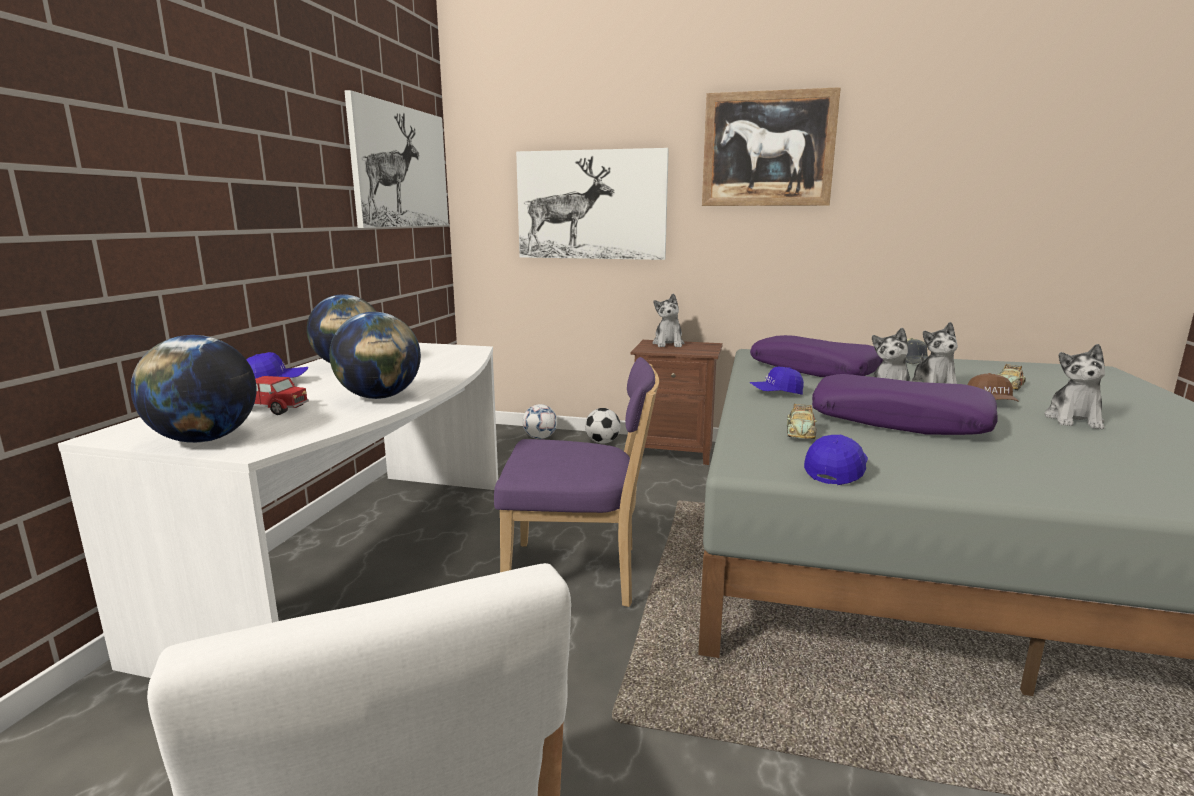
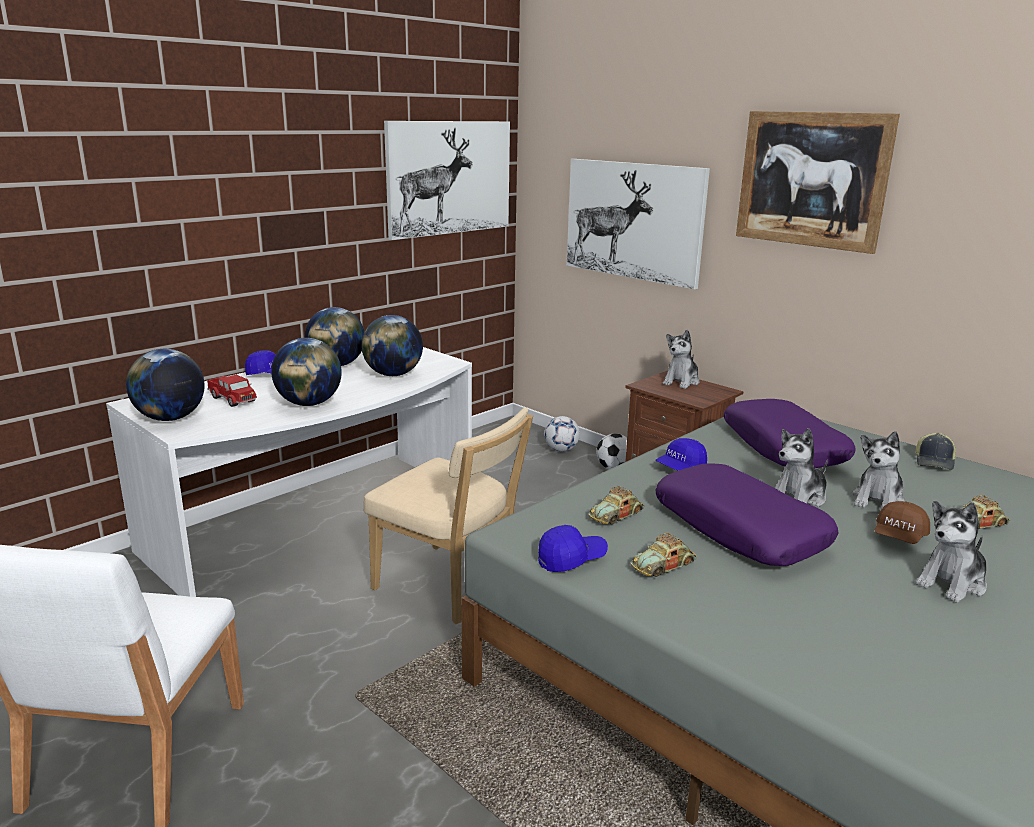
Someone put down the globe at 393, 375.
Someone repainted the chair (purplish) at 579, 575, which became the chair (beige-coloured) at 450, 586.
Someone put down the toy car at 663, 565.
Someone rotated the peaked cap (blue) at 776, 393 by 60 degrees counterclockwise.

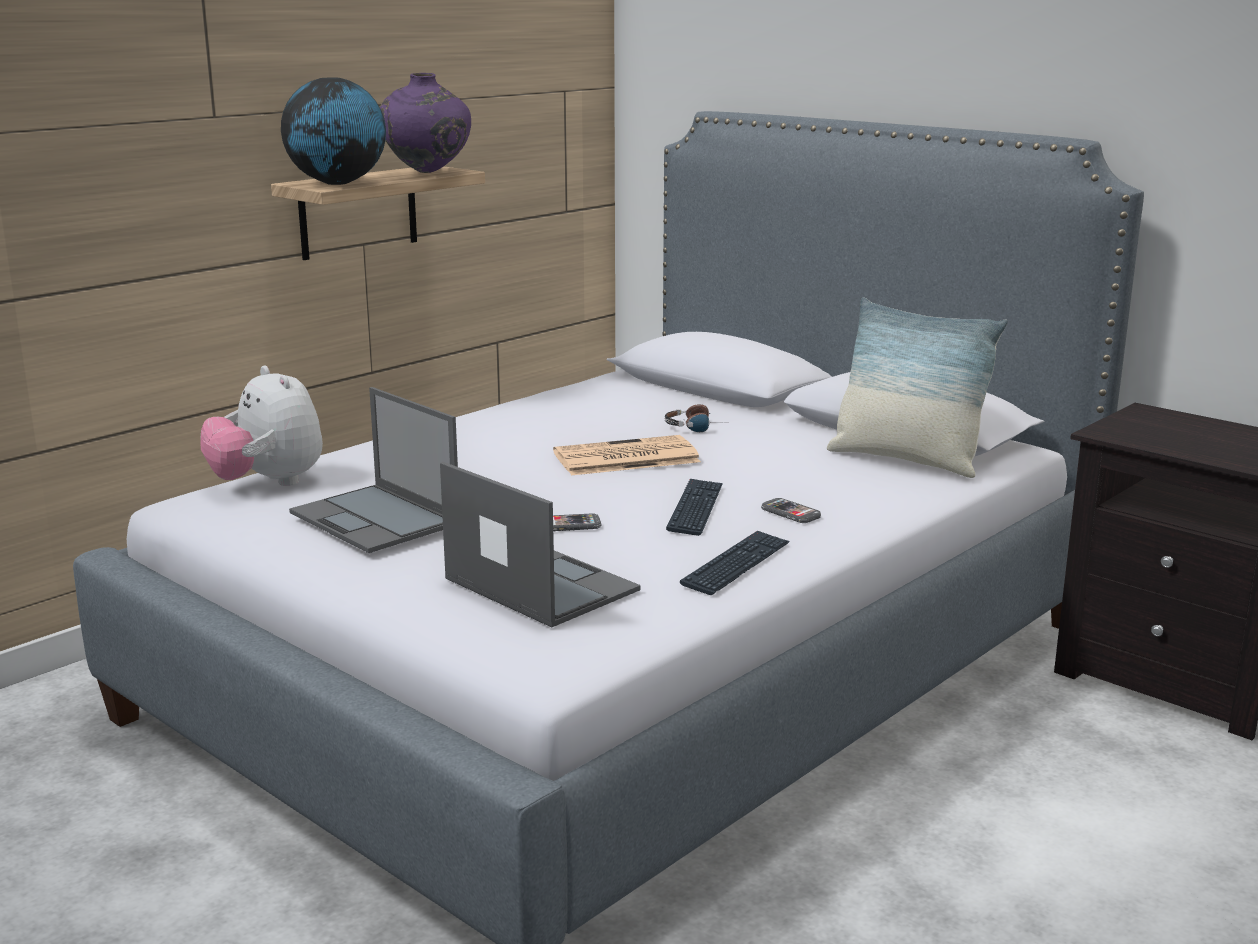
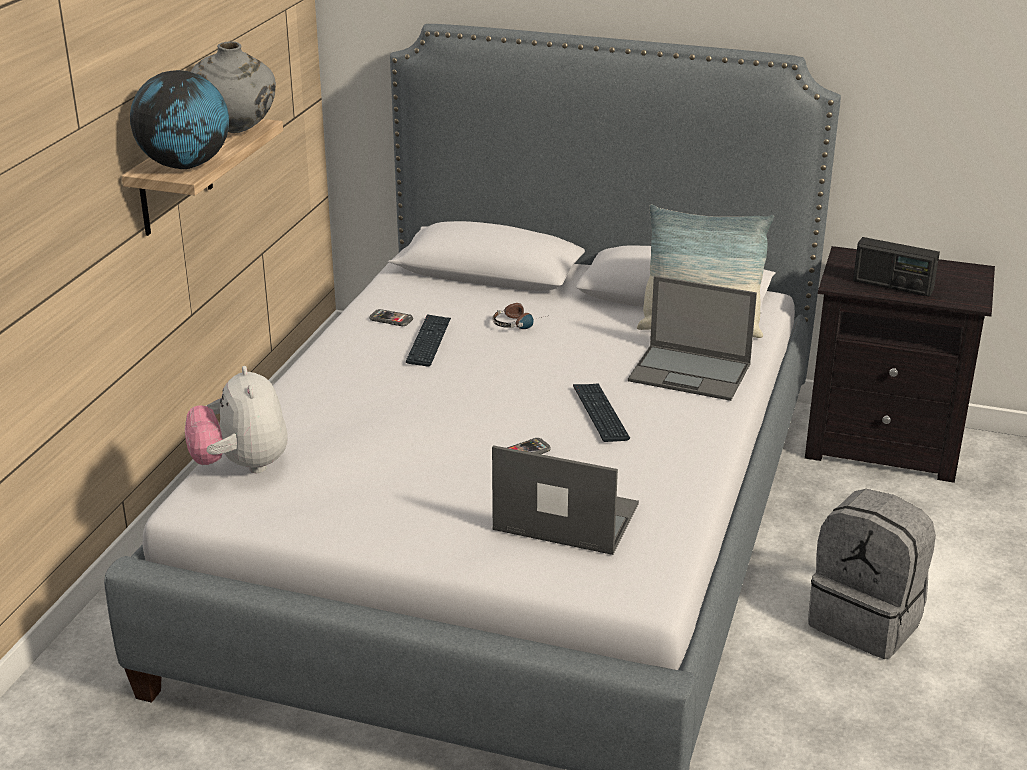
Someone rotated the plush toy at 268, 483 by 45 degrees clockwise.
Someone repainted the flower vase (purplish) at 428, 173, which became the flower vase (grey) at 237, 132.
Someone carried the phone from 790, 513 to 391, 319.
Someone carried the PC keyboard from 736, 565 to 429, 341.
Someone carried the laptop from 376, 519 to 691, 373.
Someone put down the knapsack (grey) at 867, 621.
Someone put down the radio at 892, 285.
Someone took away the daily paper at 624, 458.

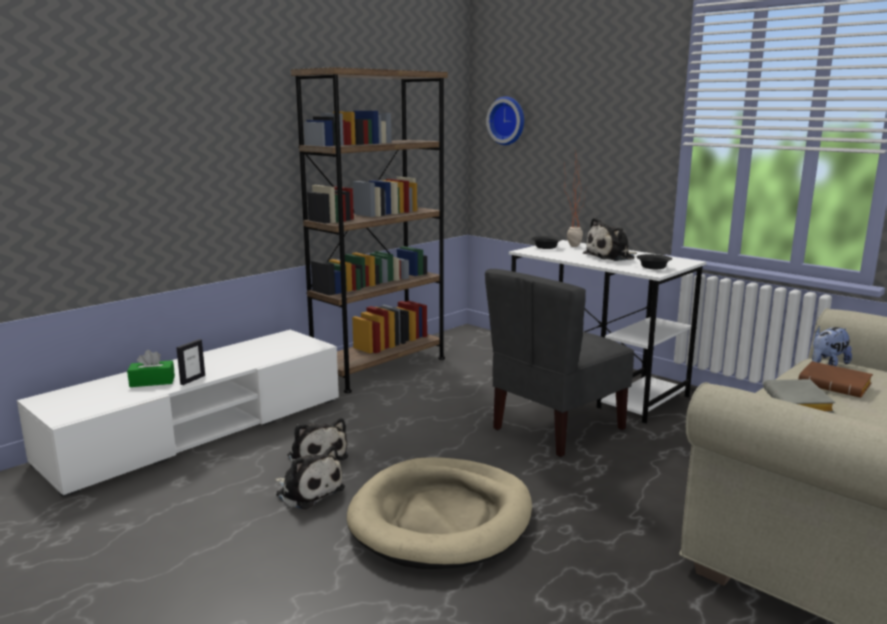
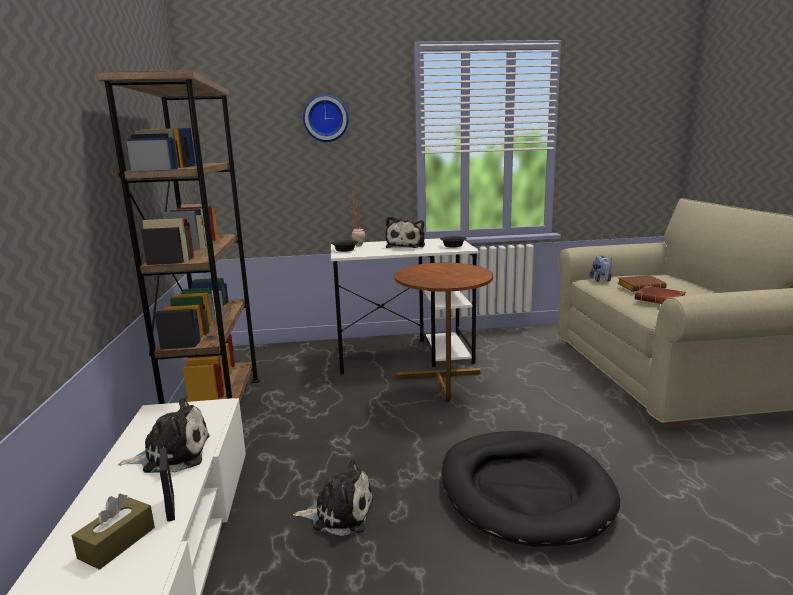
Someone repainted the box of tissues (green) at 152, 381, which became the box of tissues (brownish) at 117, 543.
Someone carried the plush toy from 308, 491 to 172, 454.
Someone carried the wall clock from 508, 120 to 325, 118.
Someone swapped the chair (grey) at 556, 429 for the accent table (brownish) at 443, 391.
Someone repainted the dog cushion (beige-coloured) at 442, 518, which became the dog cushion (black-coloured) at 524, 490.
Someone repainted the bound book (grey) at 799, 403, which became the bound book (brownish) at 661, 300.

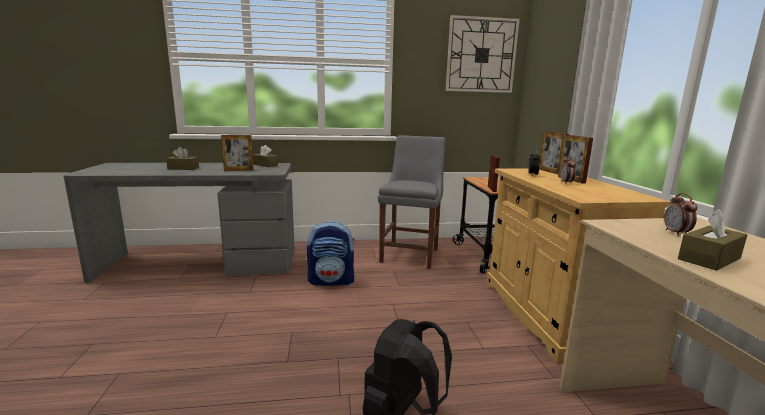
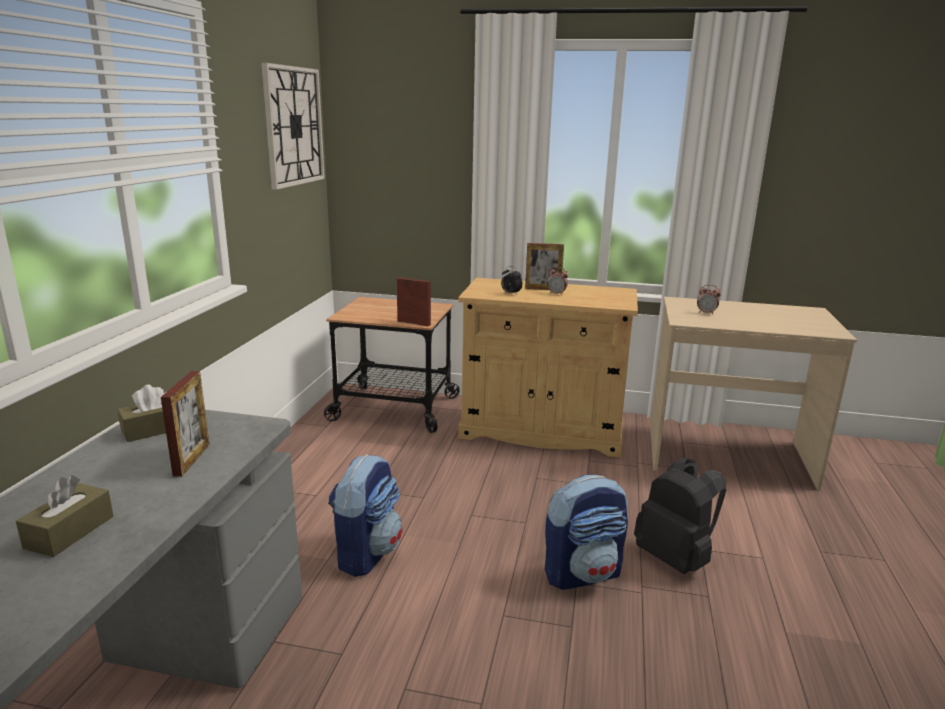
Someone put down the knapsack at 583, 573.
Someone took away the chair (grey) at 411, 254.
Someone took away the photo frame at 550, 172.
Someone took away the box of tissues (brownish) at 709, 259.

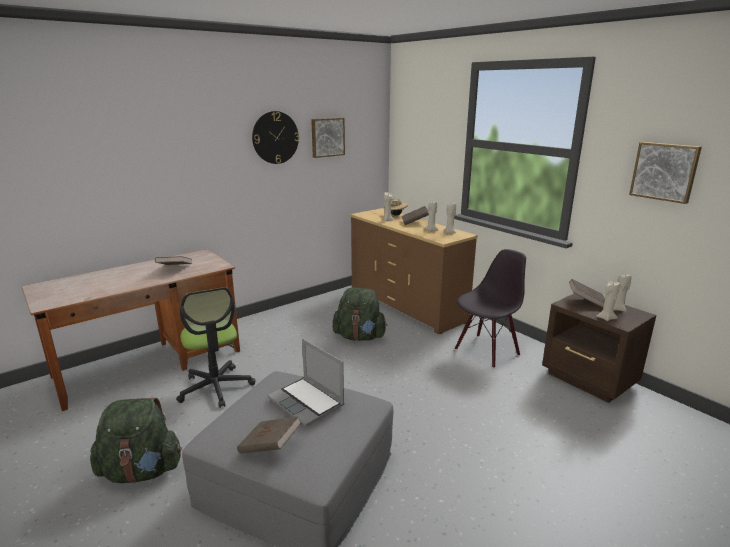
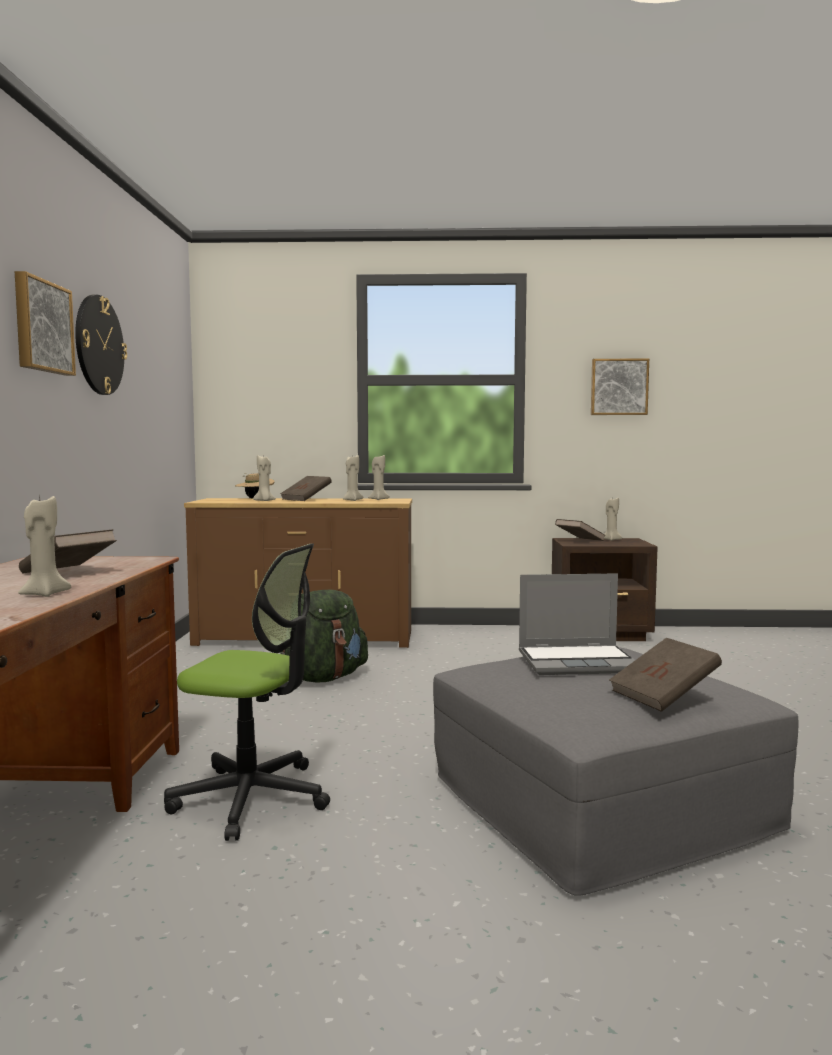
Someone carried the wall picture from 327, 137 to 41, 326.
Someone carried the wax candle (beige-coloured) from 606, 318 to 44, 594.
Someone took away the knapsack (green) at 141, 471.
Someone took away the chair (black-coloured) at 486, 351.

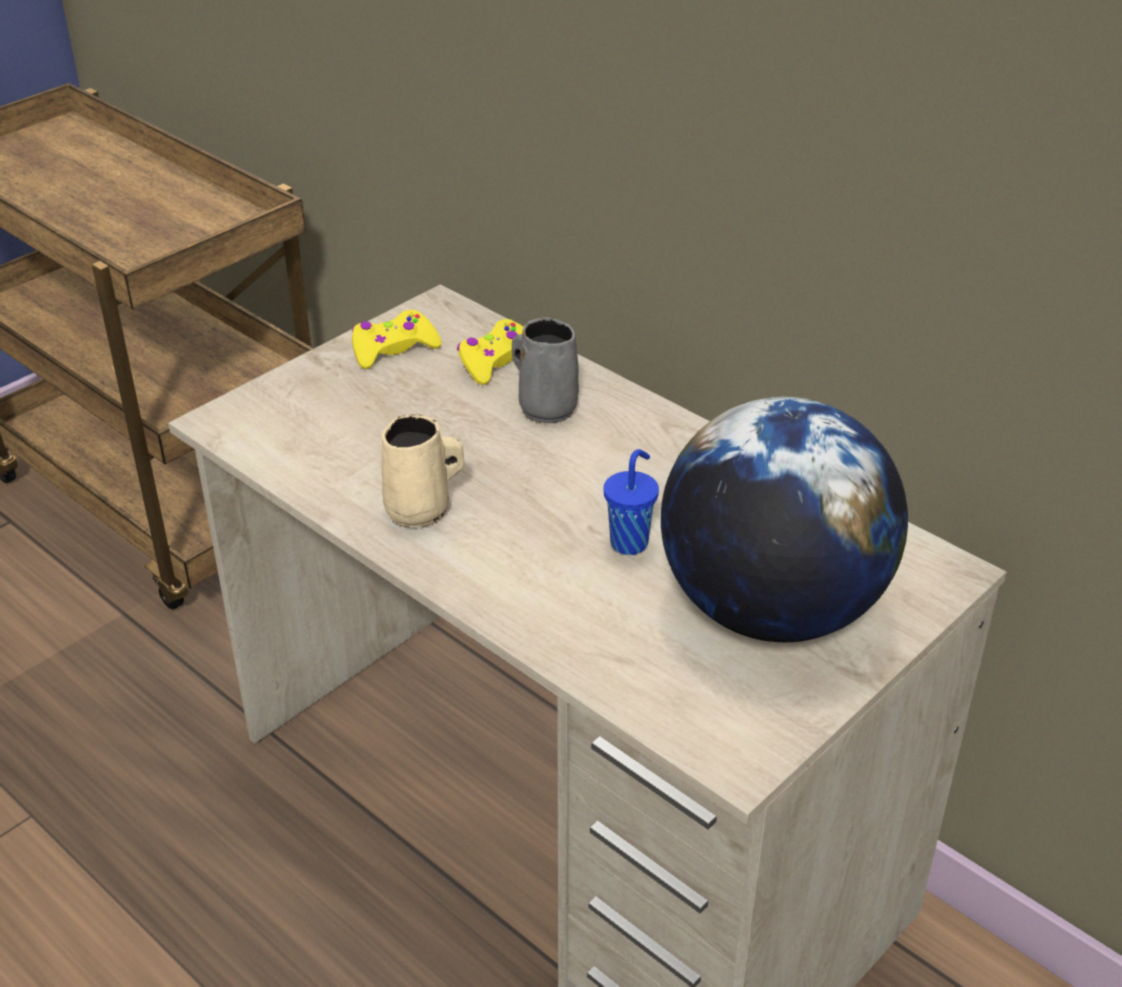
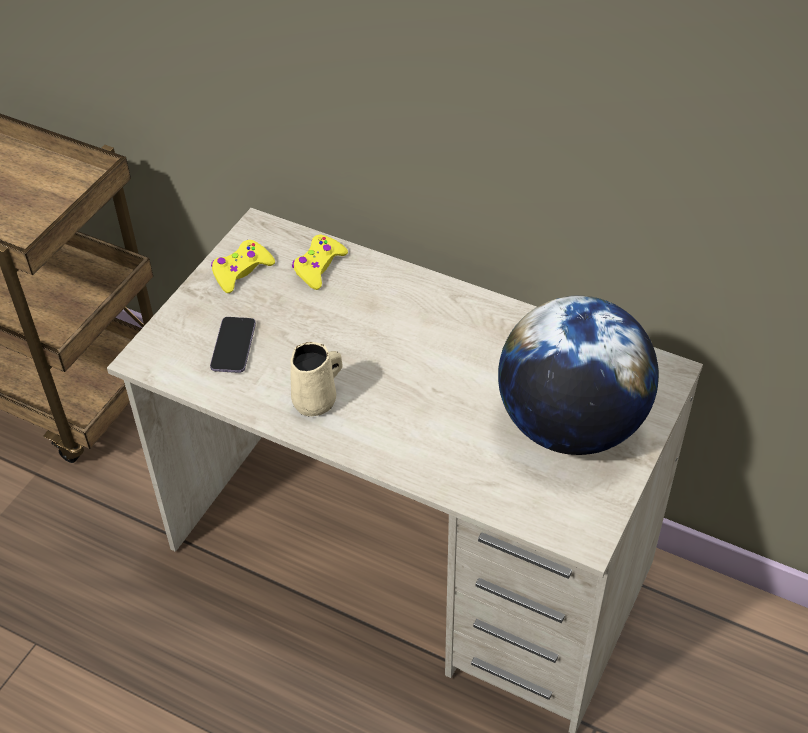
Someone put down the phone at 233, 346.
Someone took away the mug (grey) at 545, 407.
Someone took away the small cup (blue) at 630, 542.

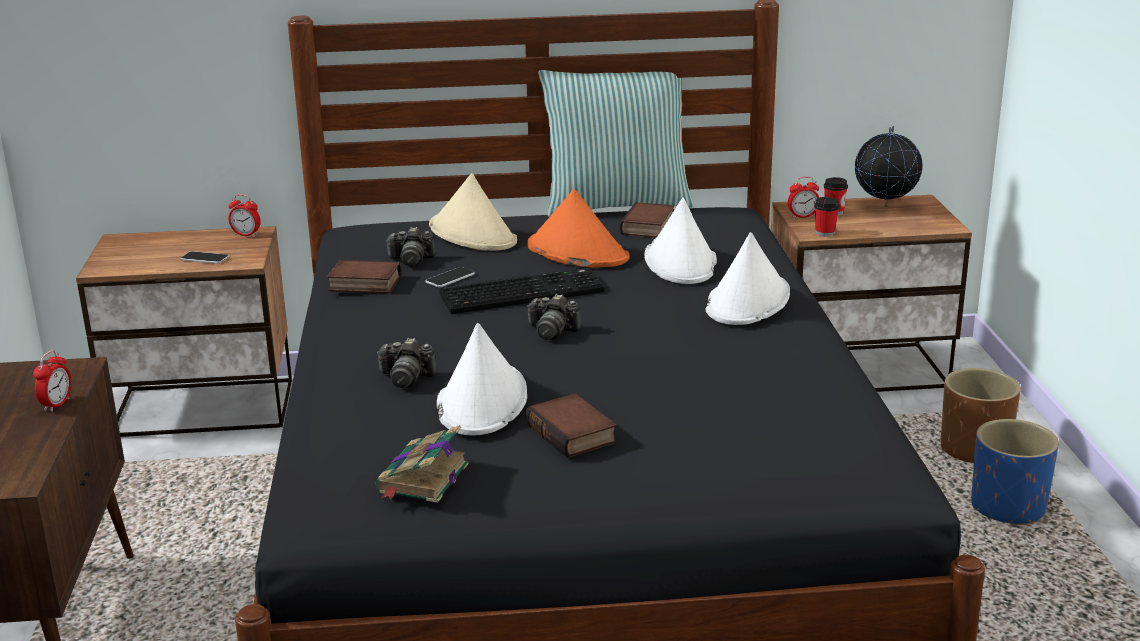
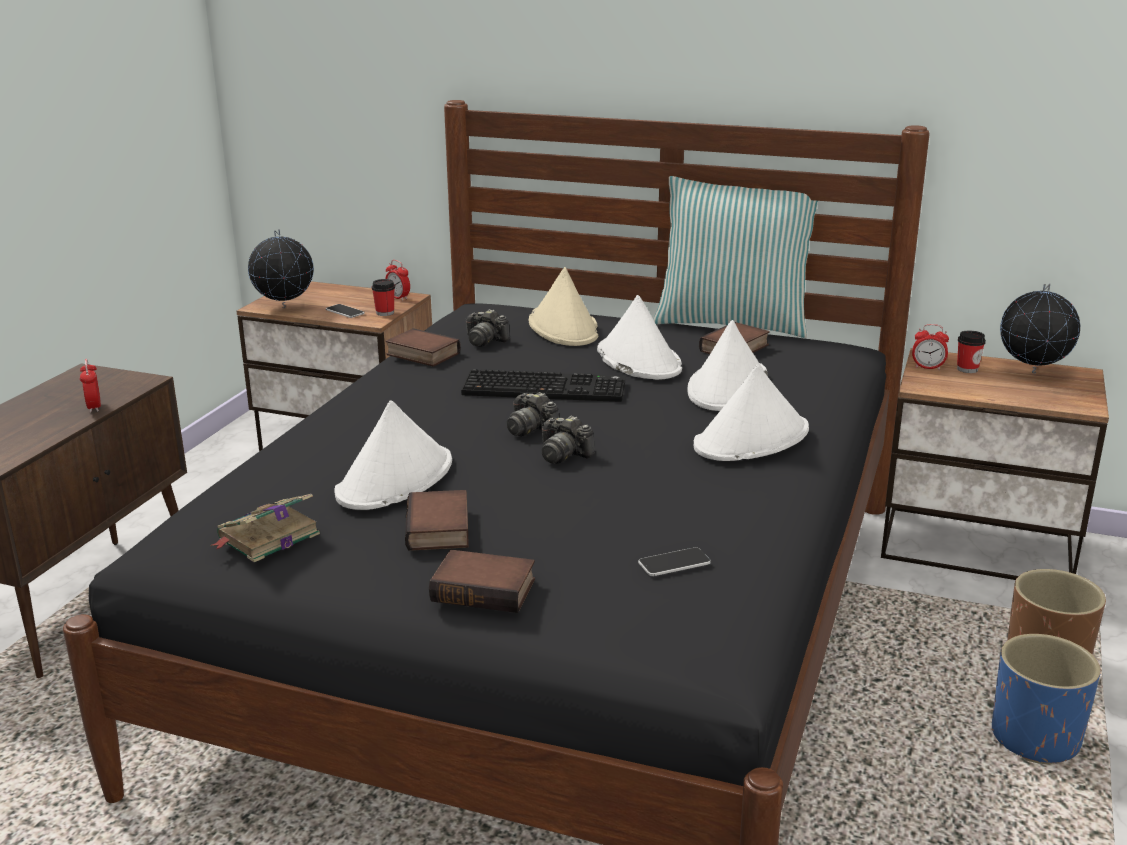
Someone rotated the alarm clock at 57, 404 by 120 degrees clockwise.
Someone put down the globe at 285, 308.
Someone carried the small cup from 825, 233 to 385, 313.
Someone put down the bound book at 485, 589.
Someone carried the still camera from 406, 378 to 563, 454.
Someone repainted the clothing hat (orange) at 577, 252, which became the clothing hat (whitish) at 638, 360.
Someone carried the phone from 450, 278 to 674, 563.

